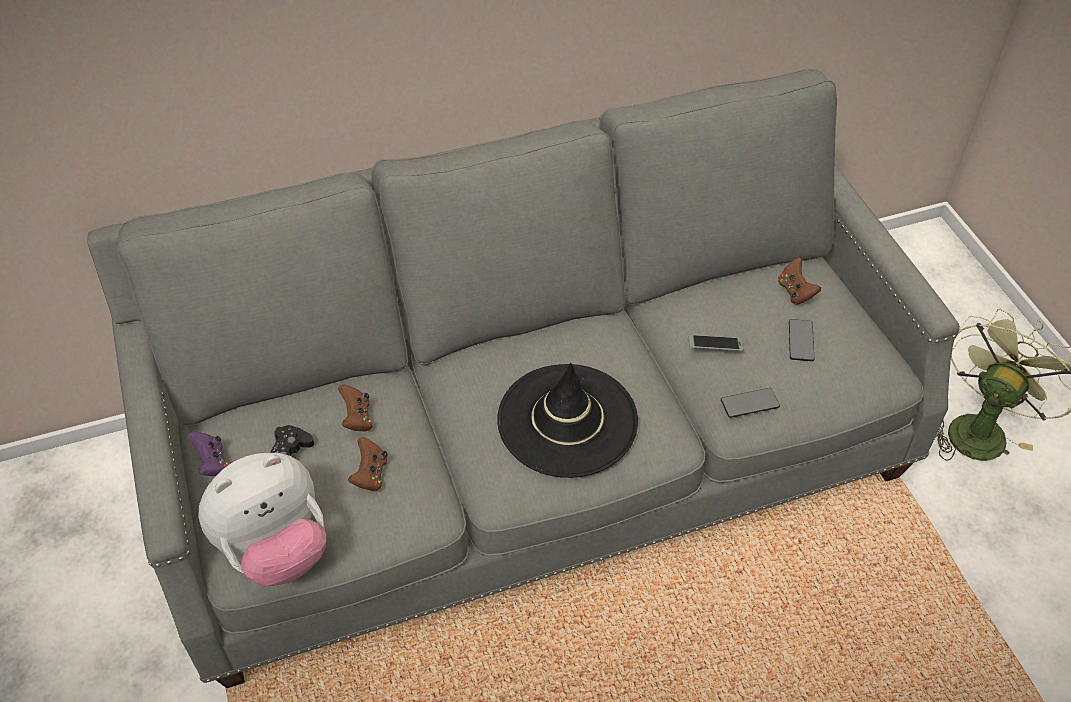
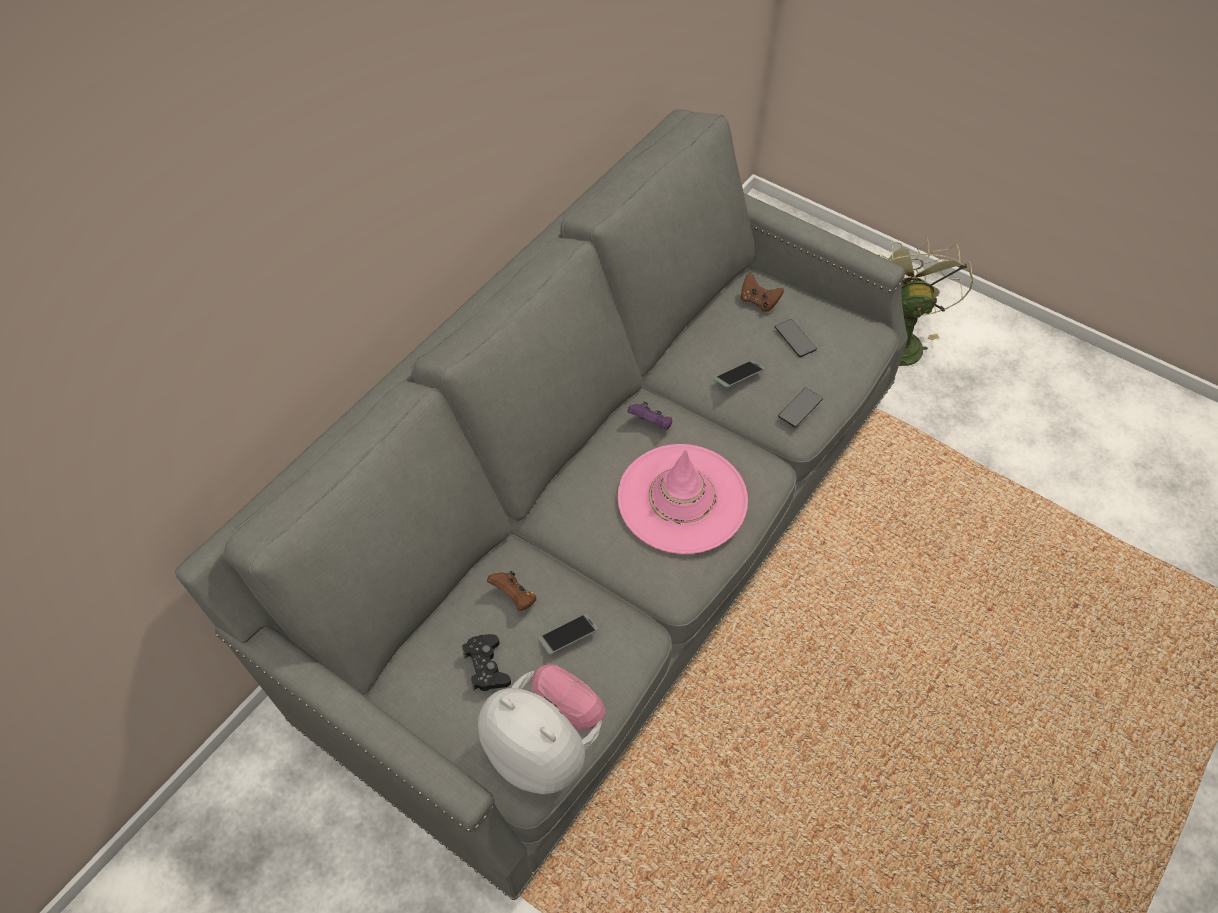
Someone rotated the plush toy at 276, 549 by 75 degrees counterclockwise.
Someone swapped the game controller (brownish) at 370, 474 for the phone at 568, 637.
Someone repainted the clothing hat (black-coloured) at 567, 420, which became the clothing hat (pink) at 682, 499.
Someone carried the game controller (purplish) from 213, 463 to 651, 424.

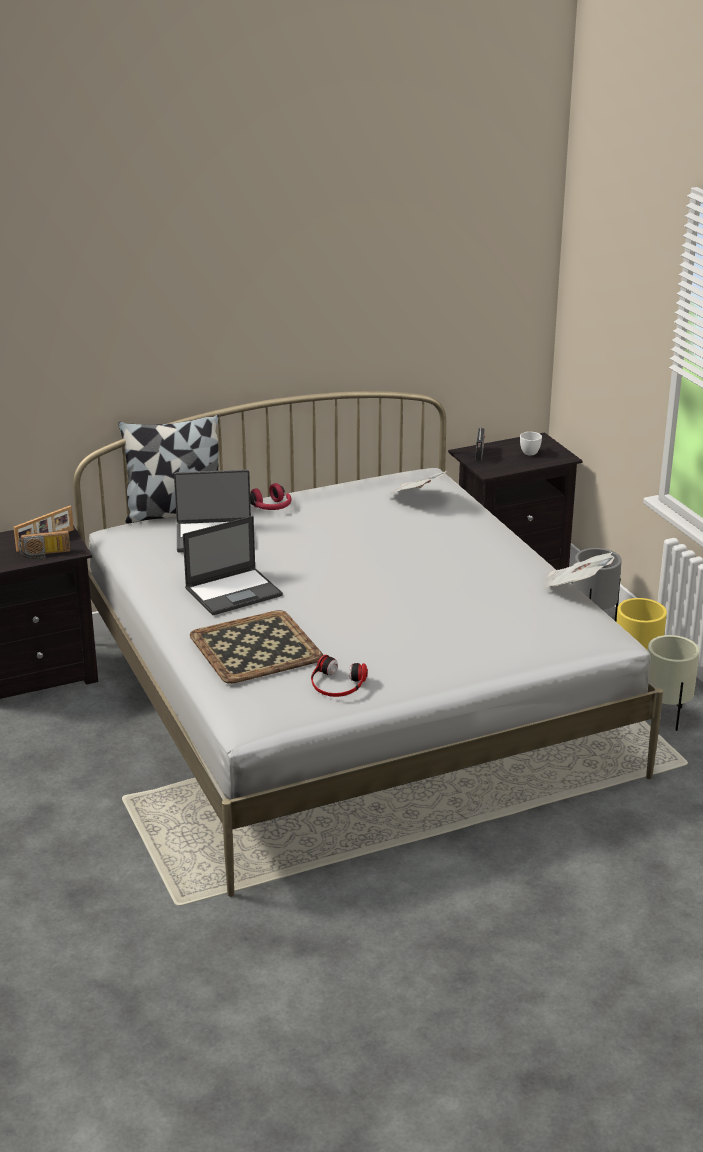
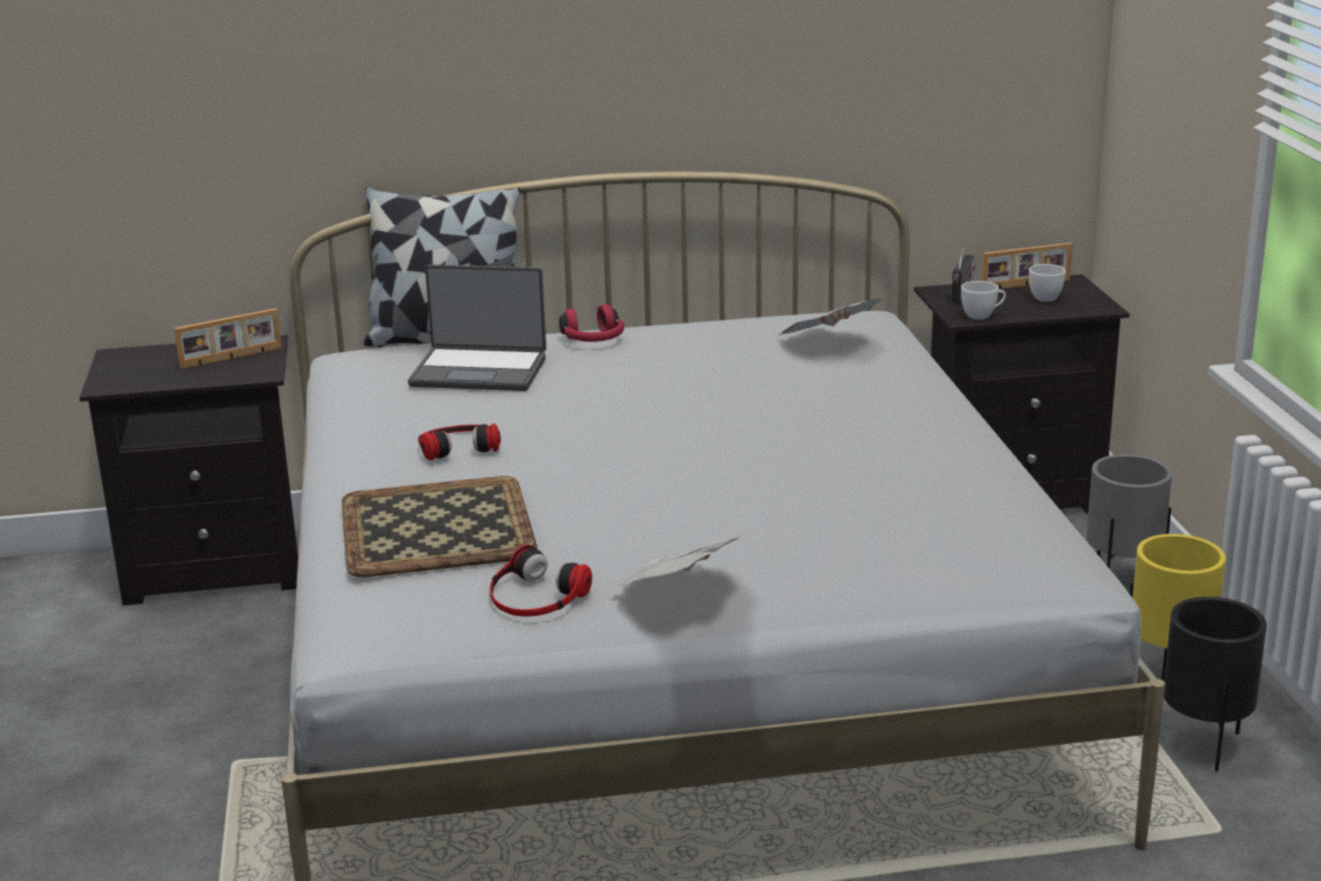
Someone swapped the laptop at 234, 591 for the headphones at 458, 446.
Someone carried the daily paper from 575, 586 to 682, 591.
Someone put down the small cup (whitish) at 982, 316.
Someone put down the photo frame at 1026, 285.
Someone repainted the planter (beige-coloured) at 665, 717, which became the planter (black-coloured) at 1204, 747.
Someone took away the radio at 45, 555.

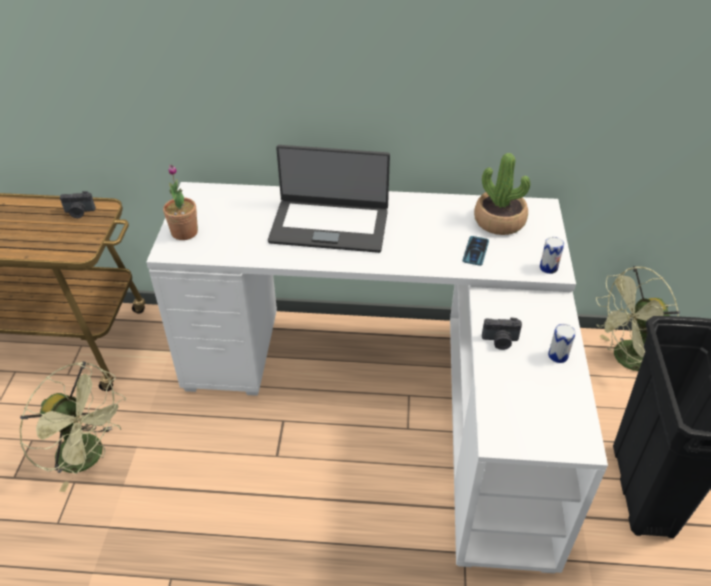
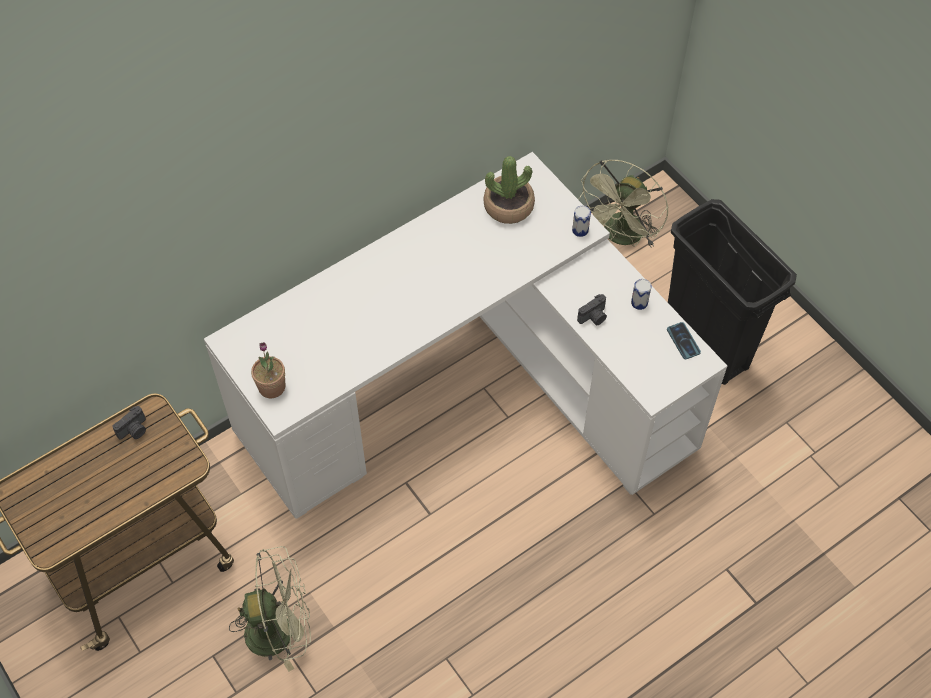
Someone carried the phone from 475, 251 to 683, 341.
Someone took away the laptop at 329, 225.

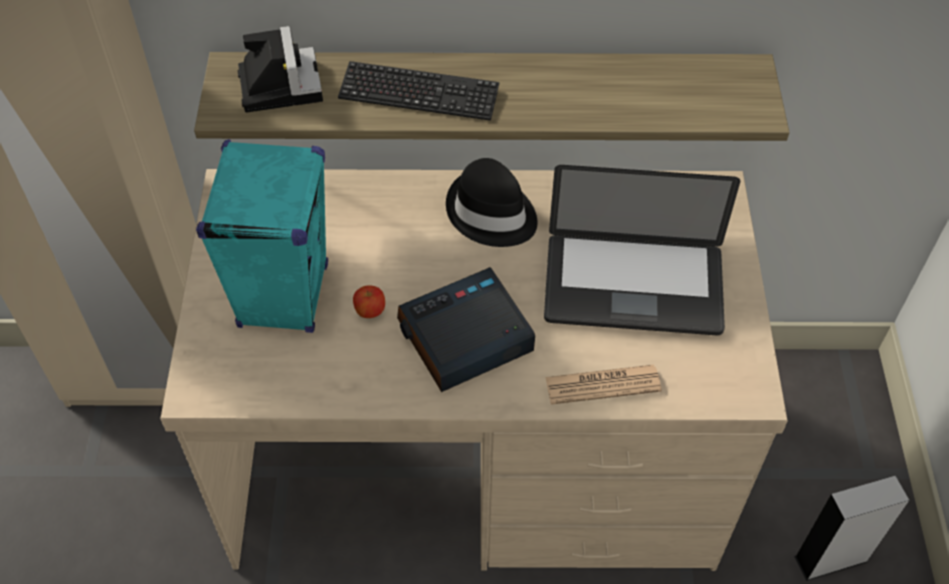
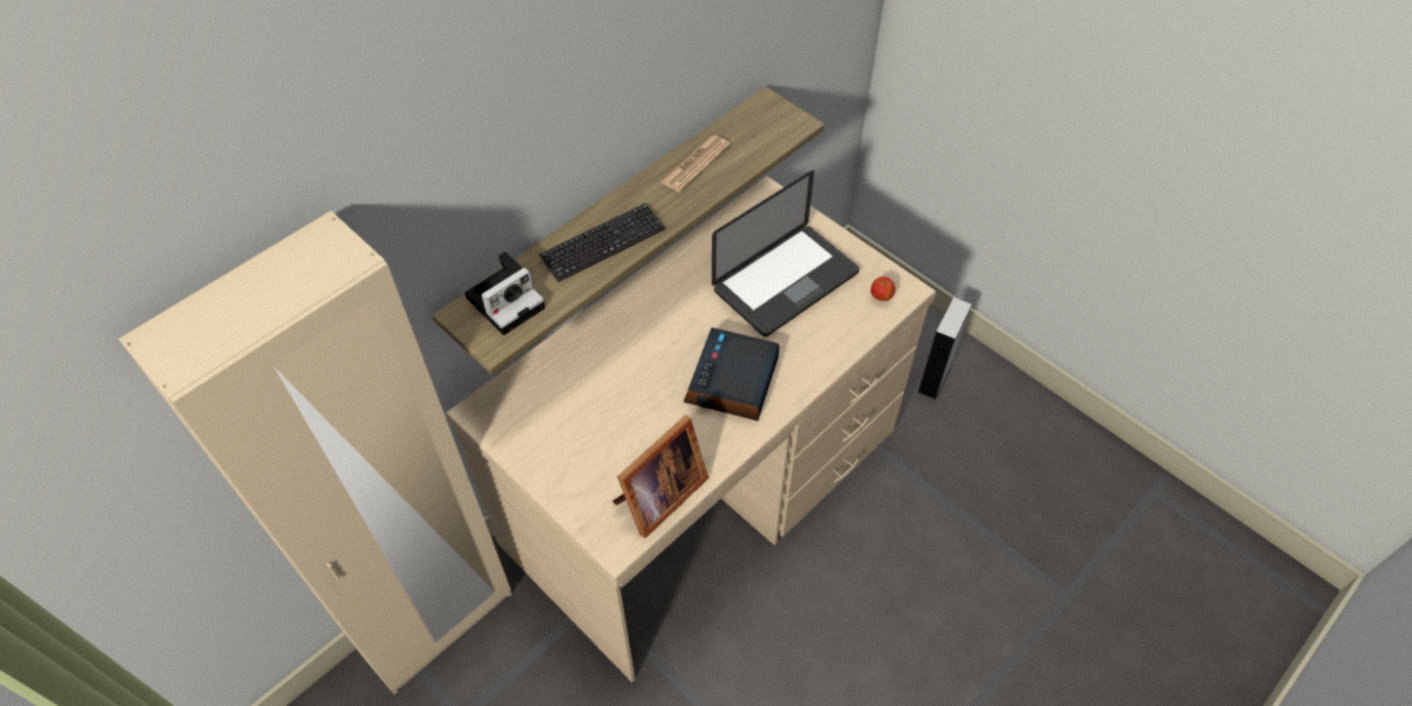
Someone rotated the still camera at 279, 83 by 105 degrees clockwise.
Someone put down the photo frame at 657, 497.
Someone carried the daily paper from 602, 385 to 695, 164.
Someone carried the whole apple from 370, 311 to 881, 296.
Someone took away the speaker (turquoise-coloured) at 283, 295.
Someone took away the clothing hat (black-coloured) at 491, 214.

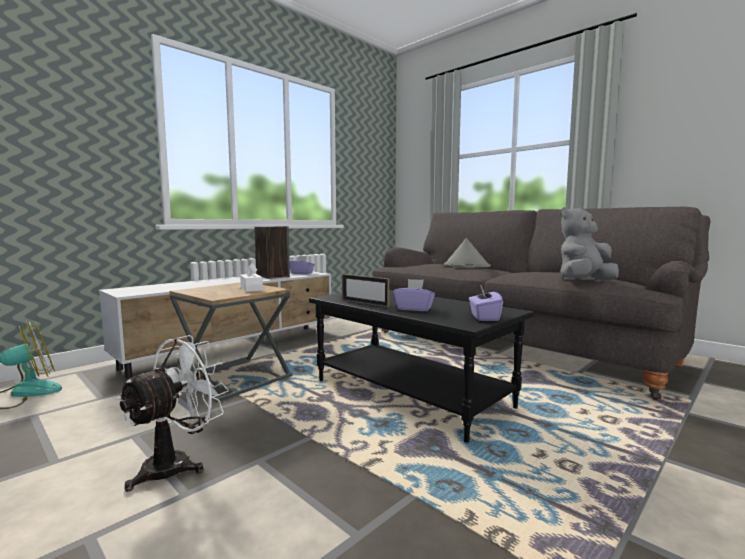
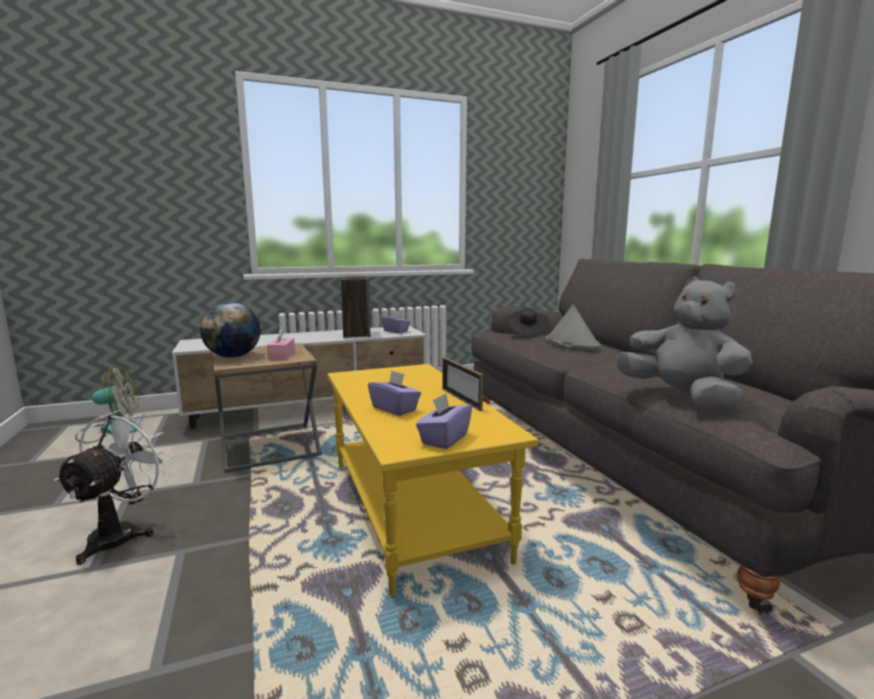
Someone rotated the fan (whitish) at 177, 464 by 45 degrees counterclockwise.
Someone put down the globe at 233, 356.
Someone repainted the box of tissues (whitish) at 251, 289, which became the box of tissues (pink) at 281, 355.
Someone repainted the coffee table (black-coloured) at 412, 394, which became the coffee table (yellowish) at 414, 508.
Someone carried the photo frame from 364, 303 to 461, 399.
Someone put down the clothing hat (black-coloured) at 527, 332.
Someone rotated the plush toy (grey) at 584, 282 by 60 degrees clockwise.

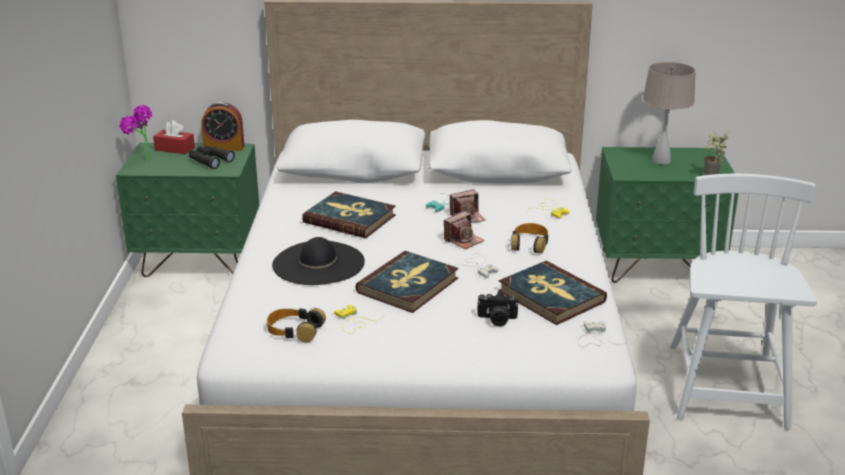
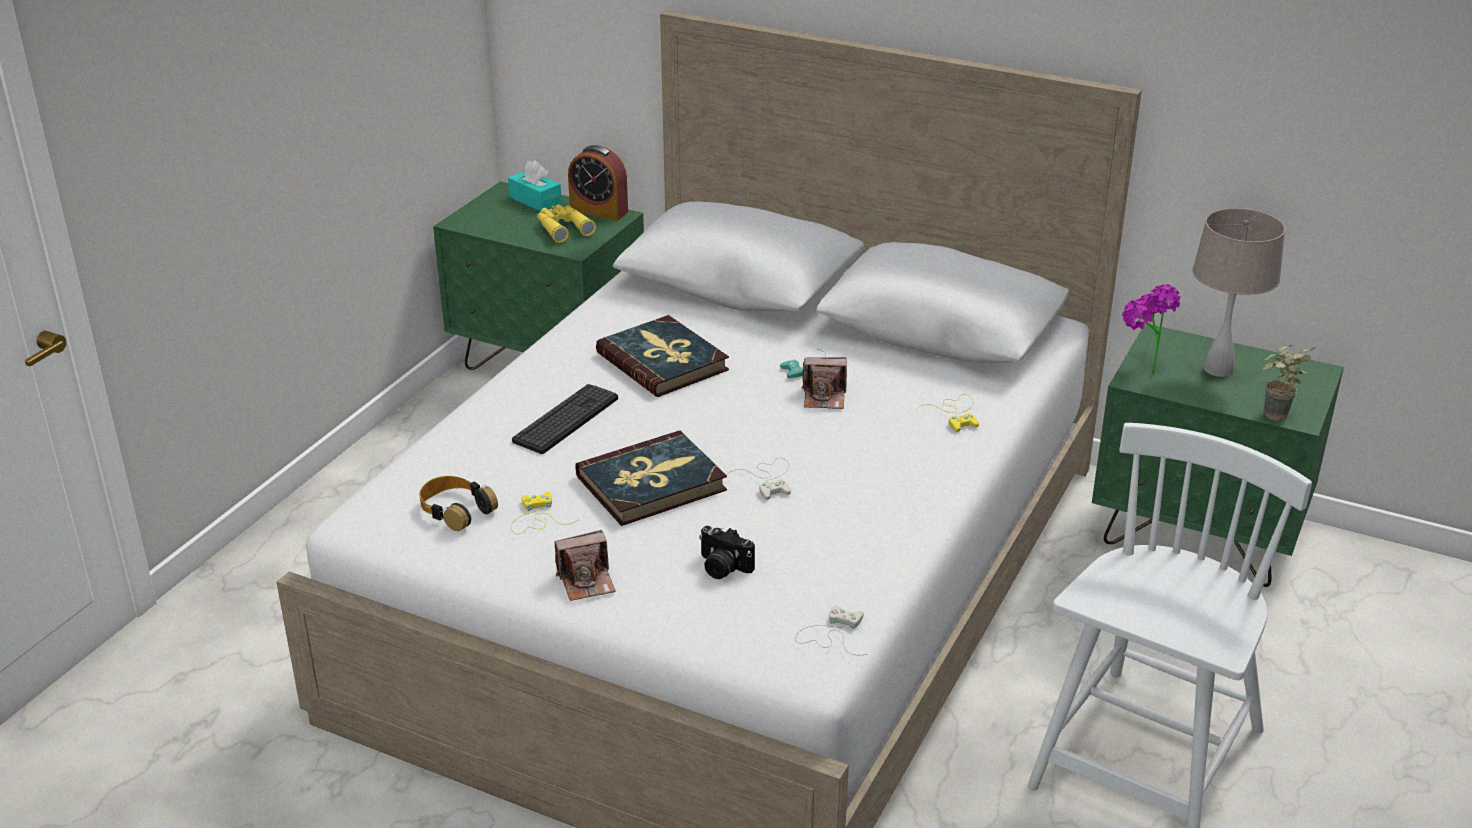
Someone repainted the box of tissues (red-coloured) at 175, 149, which became the box of tissues (turquoise-coloured) at 535, 200.
Someone swapped the clothing hat (black-coloured) at 318, 263 for the PC keyboard at 566, 420.
Someone repainted the binoculars (black-coloured) at 209, 161, which became the binoculars (yellowish) at 563, 228.
Someone carried the still camera from 463, 240 to 587, 581.
Someone carried the potted plant from 141, 162 to 1140, 371.
Someone took away the bound book at 550, 296.
Someone took away the headphones at 529, 244.

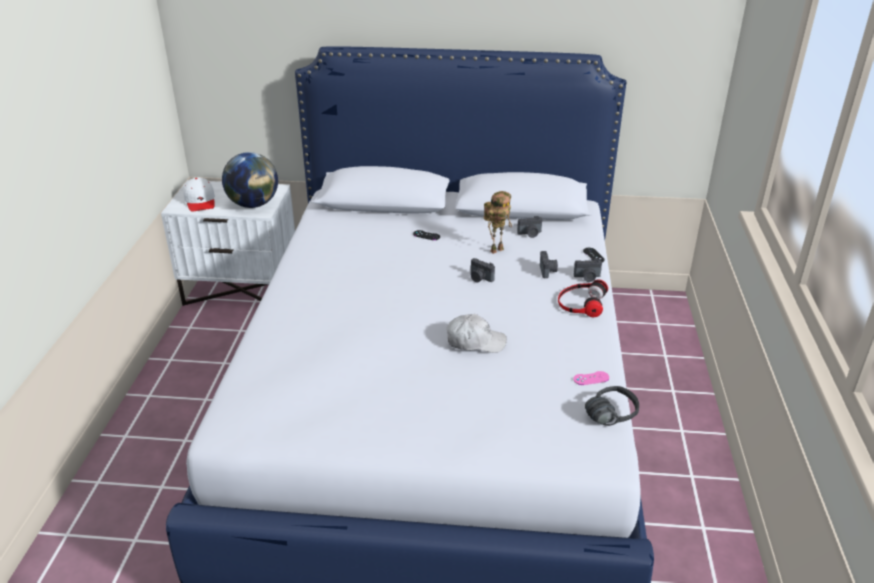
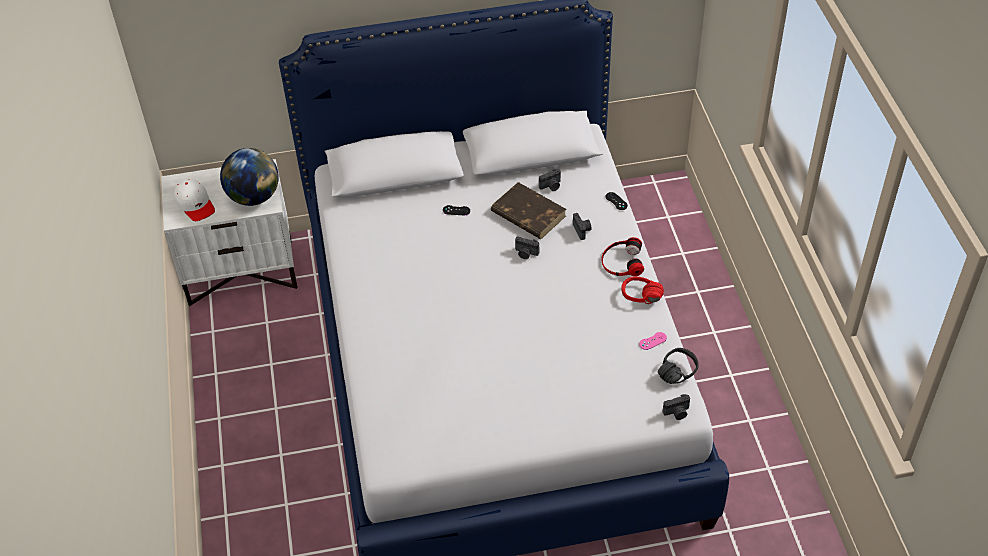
Someone swapped the robot figure at 496, 249 for the bound book (brownish) at 528, 214.
Someone put down the headphones (red-coloured) at 640, 300.
Someone carried the still camera from 587, 277 to 677, 413.
Someone took away the peaked cap (whitish) at 475, 341.

